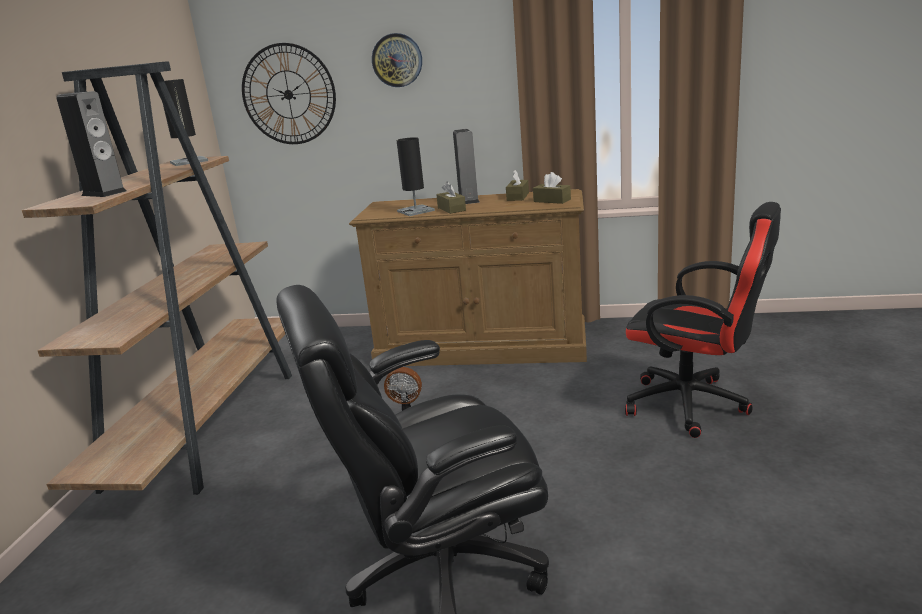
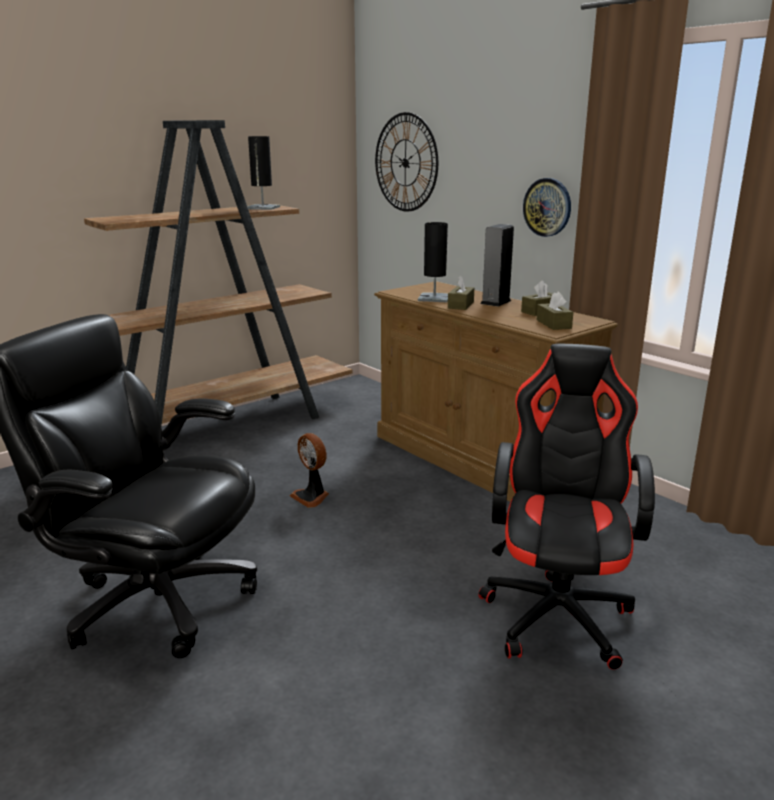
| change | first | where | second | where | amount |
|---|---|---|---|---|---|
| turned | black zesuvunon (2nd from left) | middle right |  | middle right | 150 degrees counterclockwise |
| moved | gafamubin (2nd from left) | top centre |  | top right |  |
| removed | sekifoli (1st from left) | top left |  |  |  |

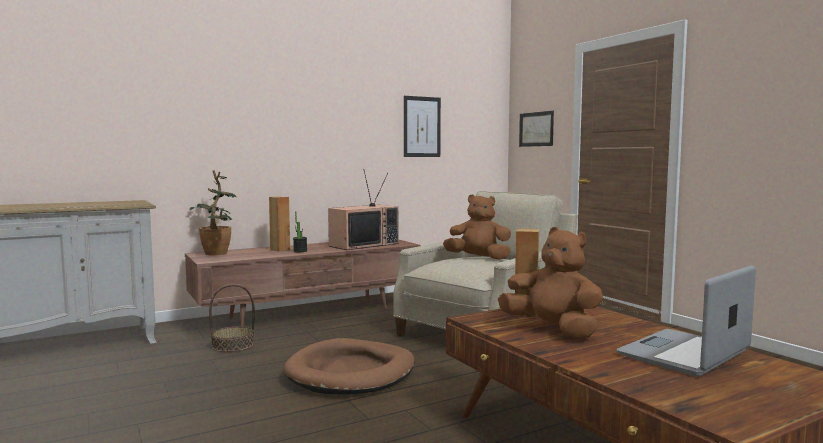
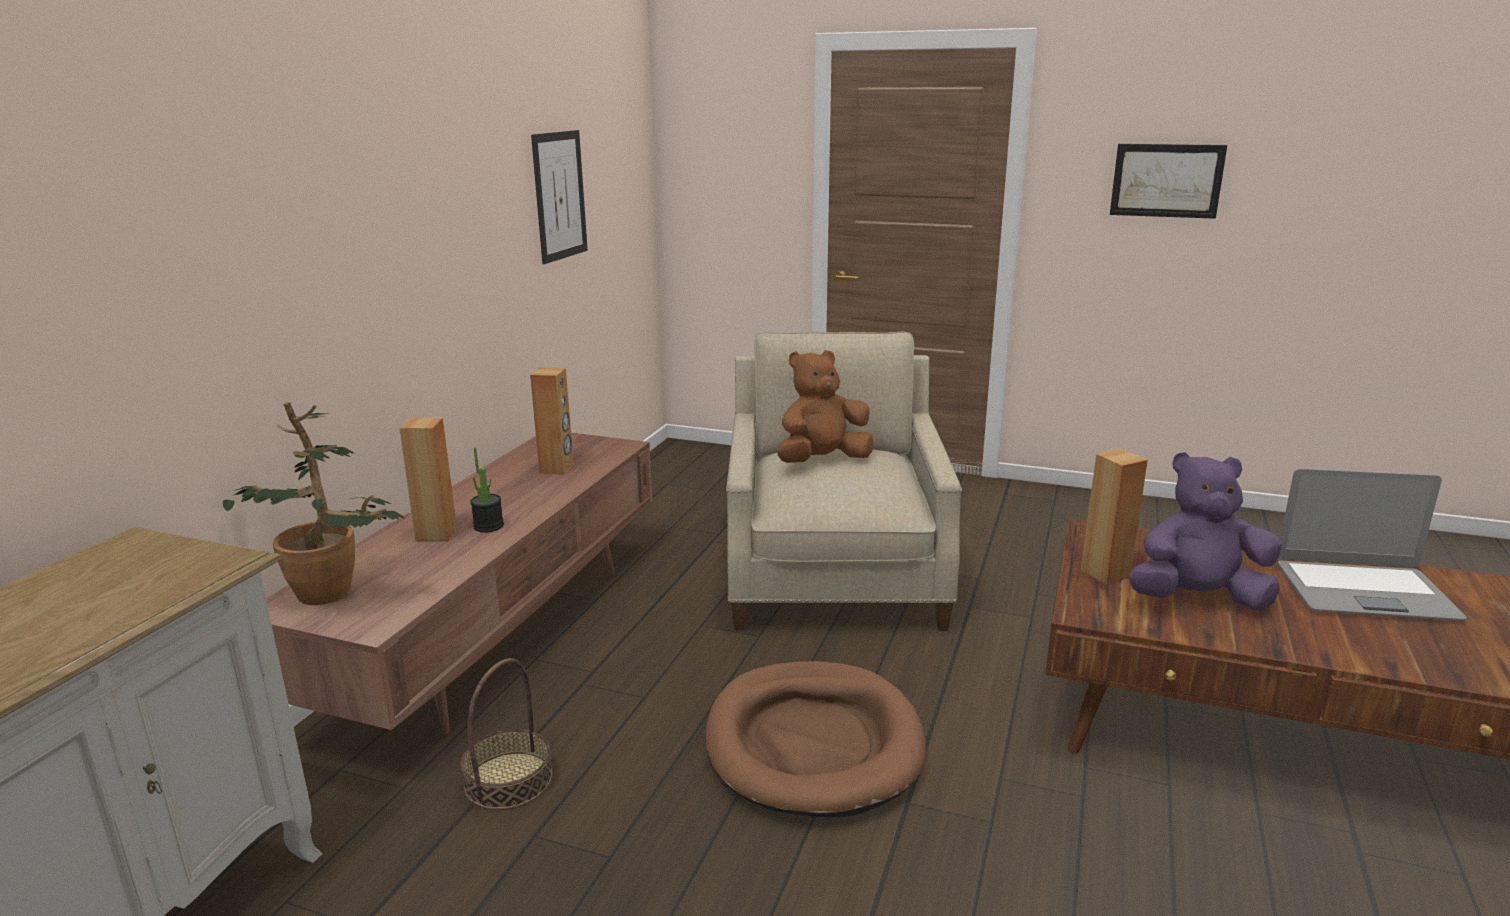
| change | first | where | second | where | amount |
|---|---|---|---|---|---|
| replaced | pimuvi | centre | brown sekifoli (2nd from left) | centre |  |
| moved | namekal (2nd from left) | top centre |  | top right |  |
| recoloured | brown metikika (2nd from left) | middle right | purple metikika | middle right |  |
| turned | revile | bottom right |  | middle right | 90 degrees counterclockwise |

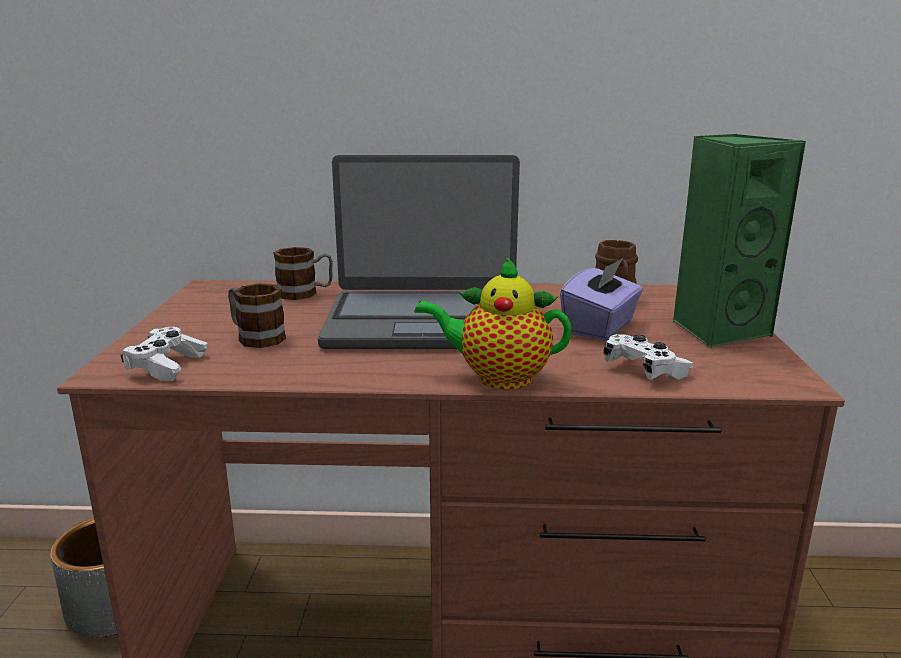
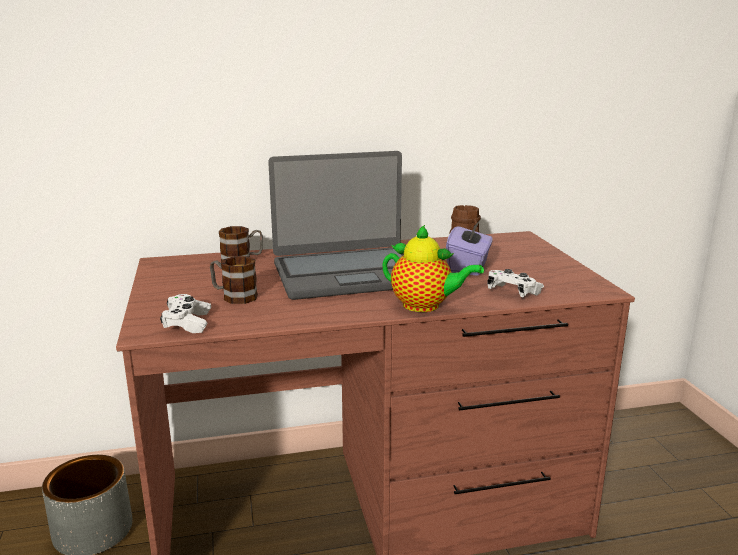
| change | first | where | second | where | amount |
|---|---|---|---|---|---|
| turned | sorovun | centre |  | centre | 150 degrees counterclockwise |
| removed | green sekifoli | middle right |  |  |  |

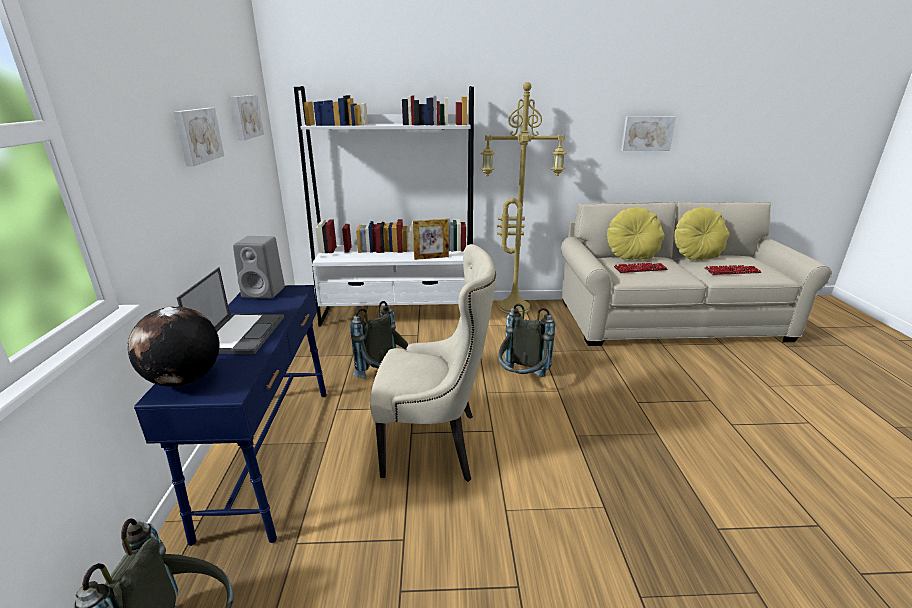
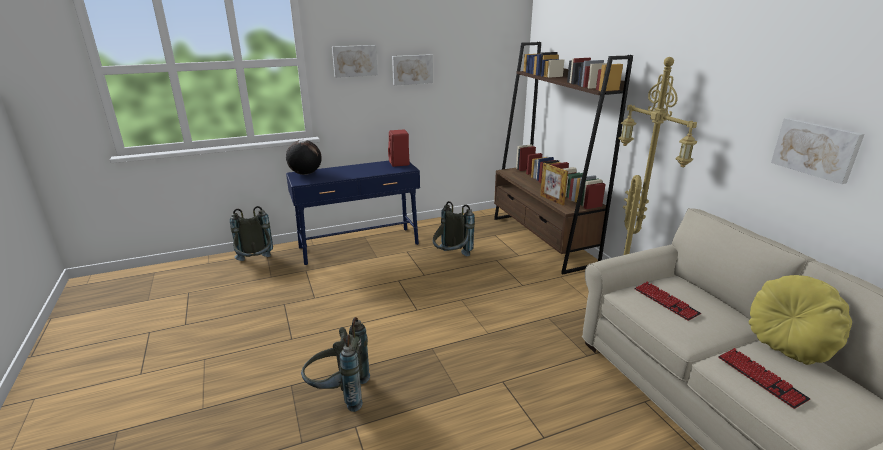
| change | first | where | second | where | amount |
|---|---|---|---|---|---|
| moved | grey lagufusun (3rd from left in the first image) | centre | grey lagufusun (2nd from left) | bottom centre |  |
| moved | namekal (2nd from left in the first image) | top left | namekal (1st from left) | top centre |  |
| recoloured | grey sekifoli | middle left | red sekifoli | top centre |  |
| recoloured | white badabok | centre | brown badabok | centre |  |
| removed | revile | middle left |  |  |  |
| removed | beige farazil | centre |  |  |  |
| removed | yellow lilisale (1st from left) | middle right |  |  |  |

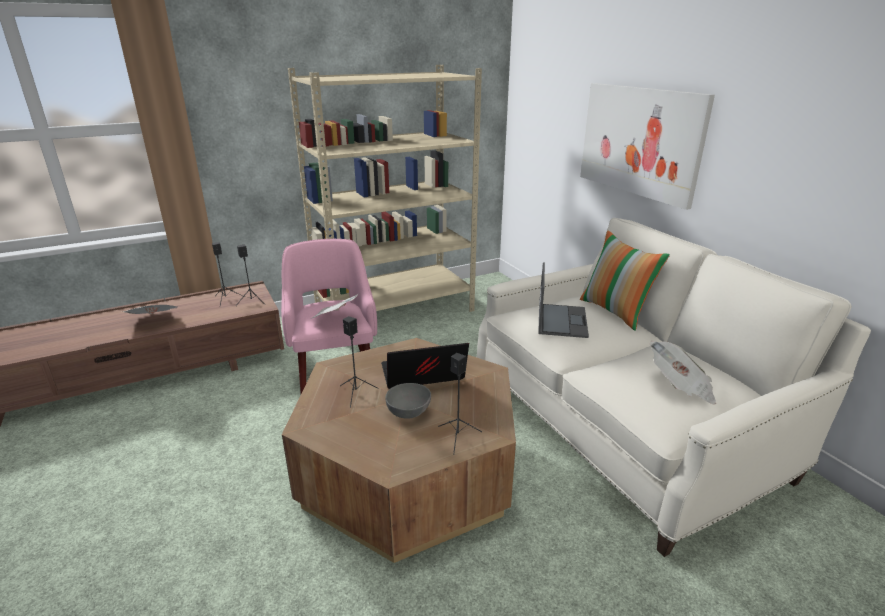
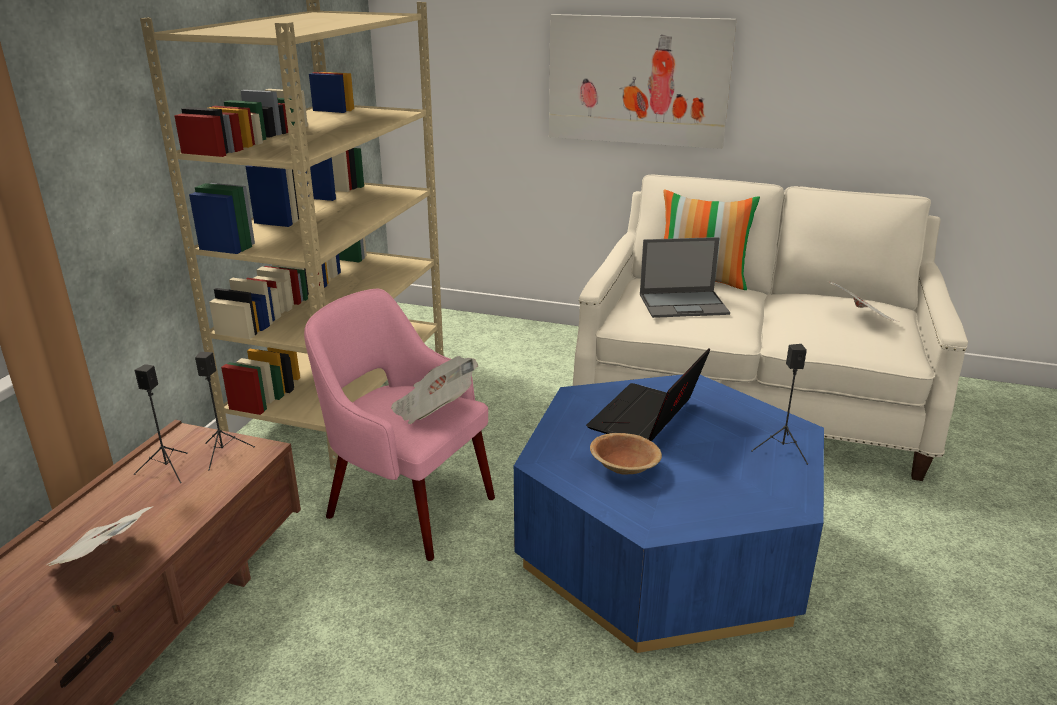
| change | first | where | second | where | amount |
|---|---|---|---|---|---|
| recoloured | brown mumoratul | bottom centre | blue mumoratul | bottom centre |  |
| replaced | black sekifoli (3rd from left) | centre | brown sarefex | centre |  |
| turned | revile (2nd from left) | centre |  | centre | 120 degrees clockwise |
| removed | grey sarefex | centre |  |  |  |

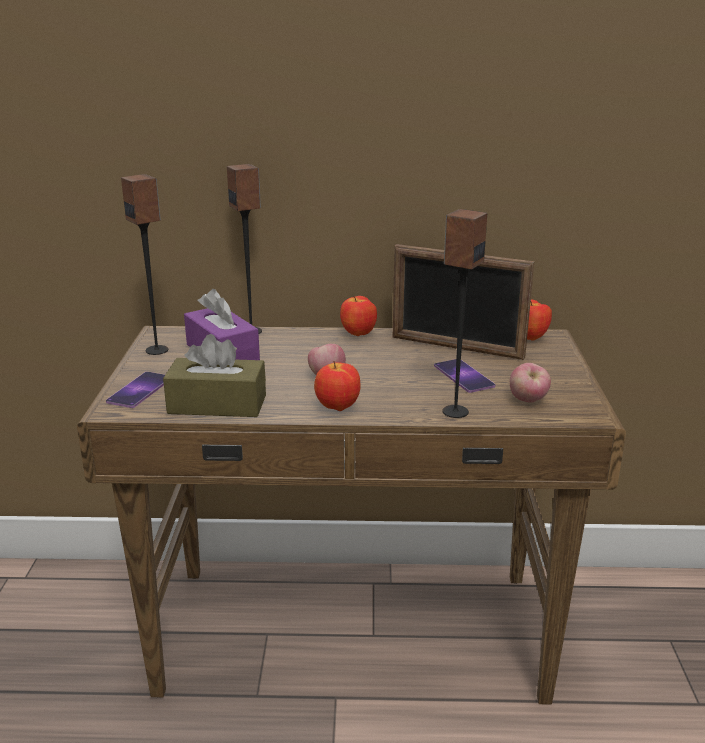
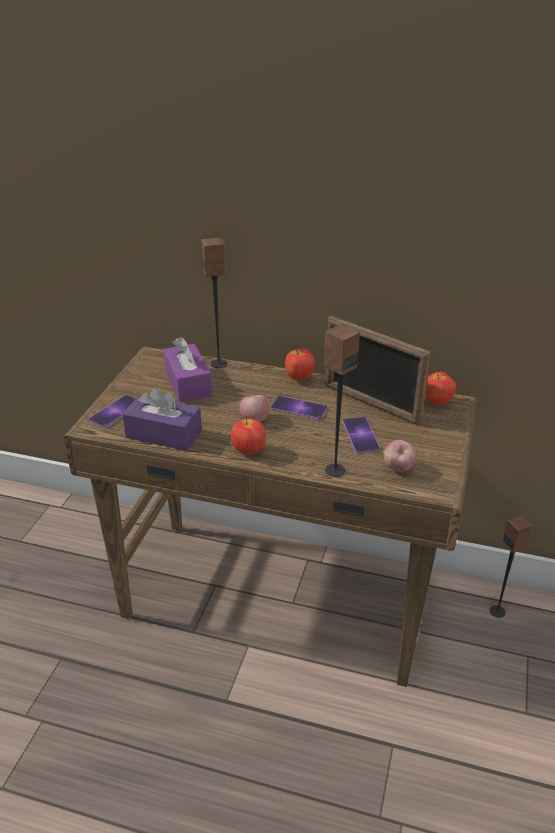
| change | first | where | second | where | amount |
|---|---|---|---|---|---|
| recoloured | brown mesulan | middle left | purple mesulan (1st from left) | middle left |  |
| added |  |  | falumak (2nd from left) | centre |  |
| moved | sekifoli (1st from left in the first image) | middle left | sekifoli (3rd from left) | bottom right |  |

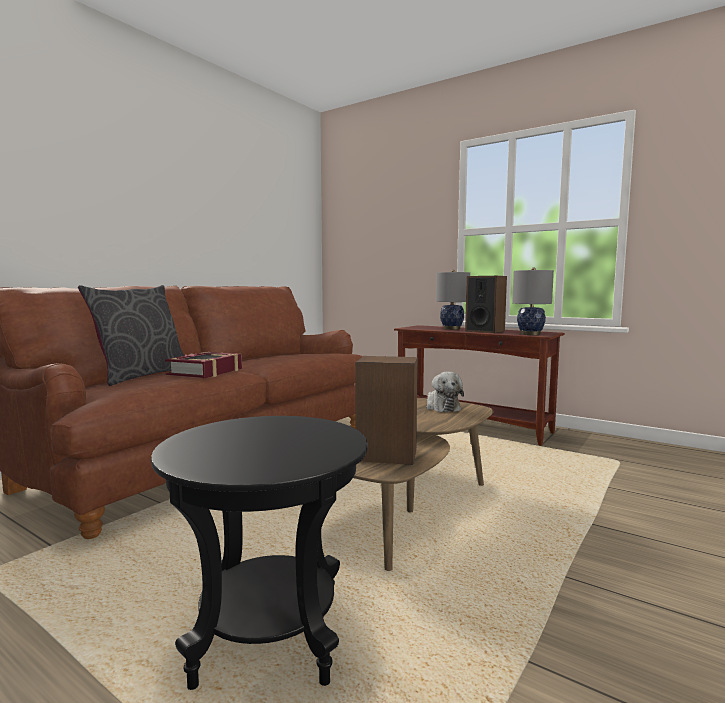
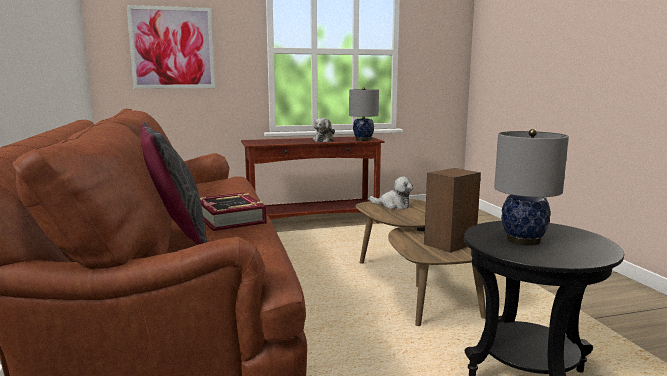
| change | first | where | second | where | amount |
|---|---|---|---|---|---|
| added |  |  | namekal | top left |  |
| replaced | sekifoli (2nd from left) | middle right | metikika (1st from left) | centre |  |
| moved | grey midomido (1st from left in the first image) | centre | grey midomido (2nd from left) | middle right |  |

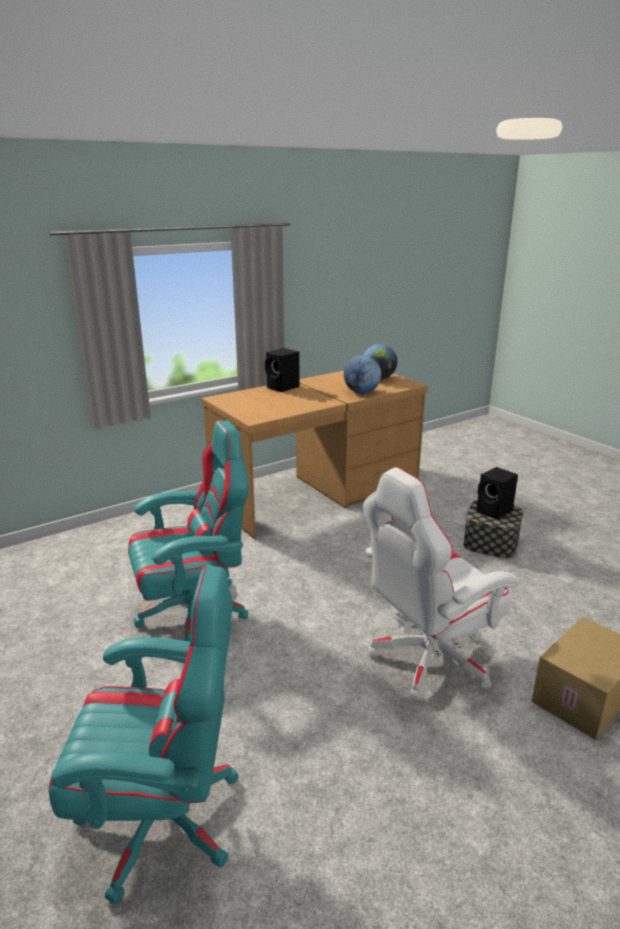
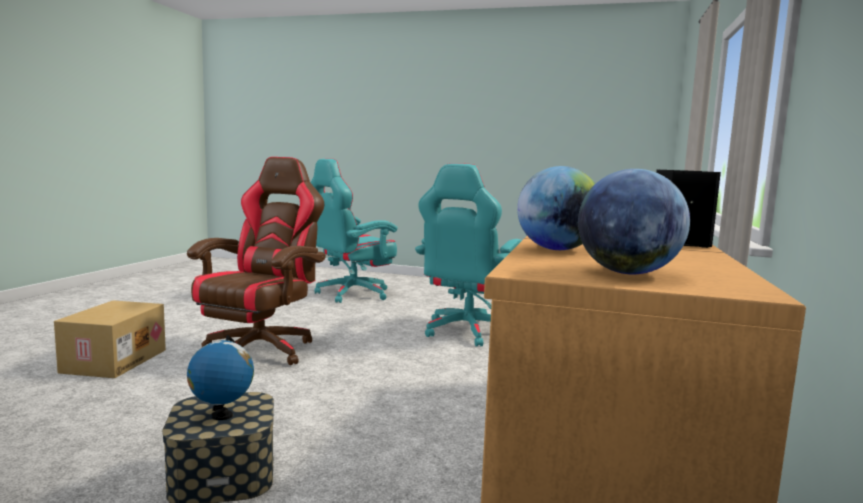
| change | first | where | second | where | amount |
|---|---|---|---|---|---|
| recoloured | white zesuvunon | middle right | brown zesuvunon | middle left |  |
| replaced | black sekifoli (2nd from left) | middle right | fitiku (1st from left) | bottom left |  |

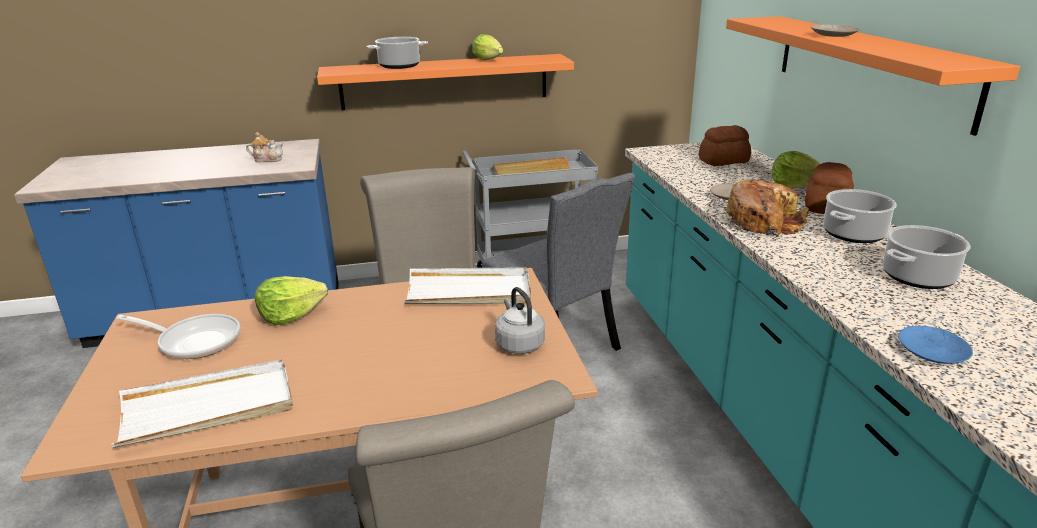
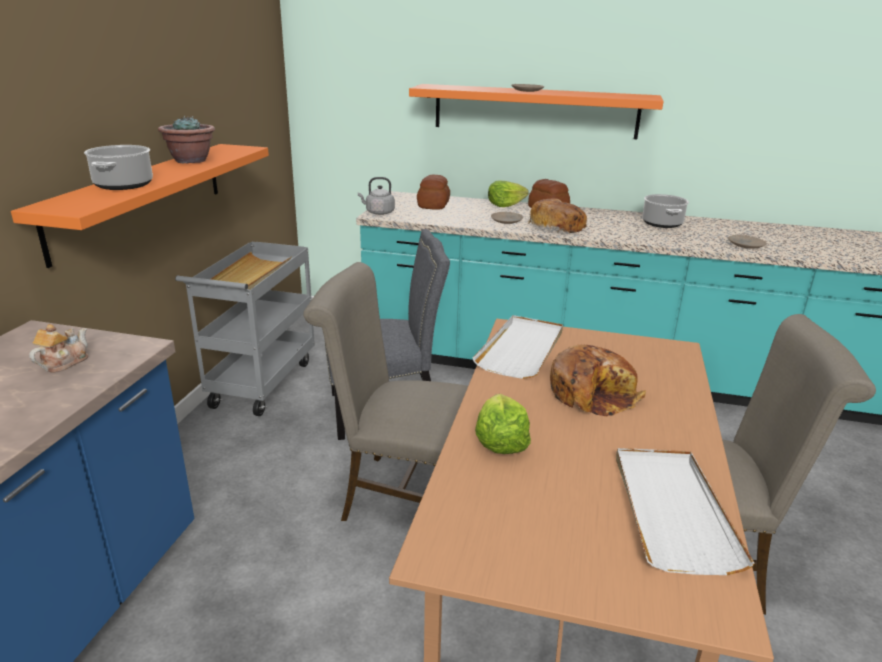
| change | first | where | second | where | amount |
|---|---|---|---|---|---|
| replaced | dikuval (2nd from left) | top centre | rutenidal | top left |  |
| moved | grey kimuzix | centre |  | top centre |  |
| added |  |  | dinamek (4th from left) | middle right |  |
| recoloured | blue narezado | middle right | beige narezado (3rd from left) | middle right |  |
| removed | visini | middle left |  |  |  |
| removed | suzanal (2nd from left) | middle right |  |  |  |

